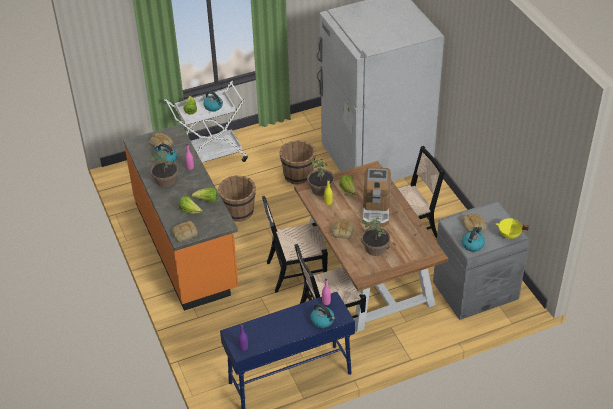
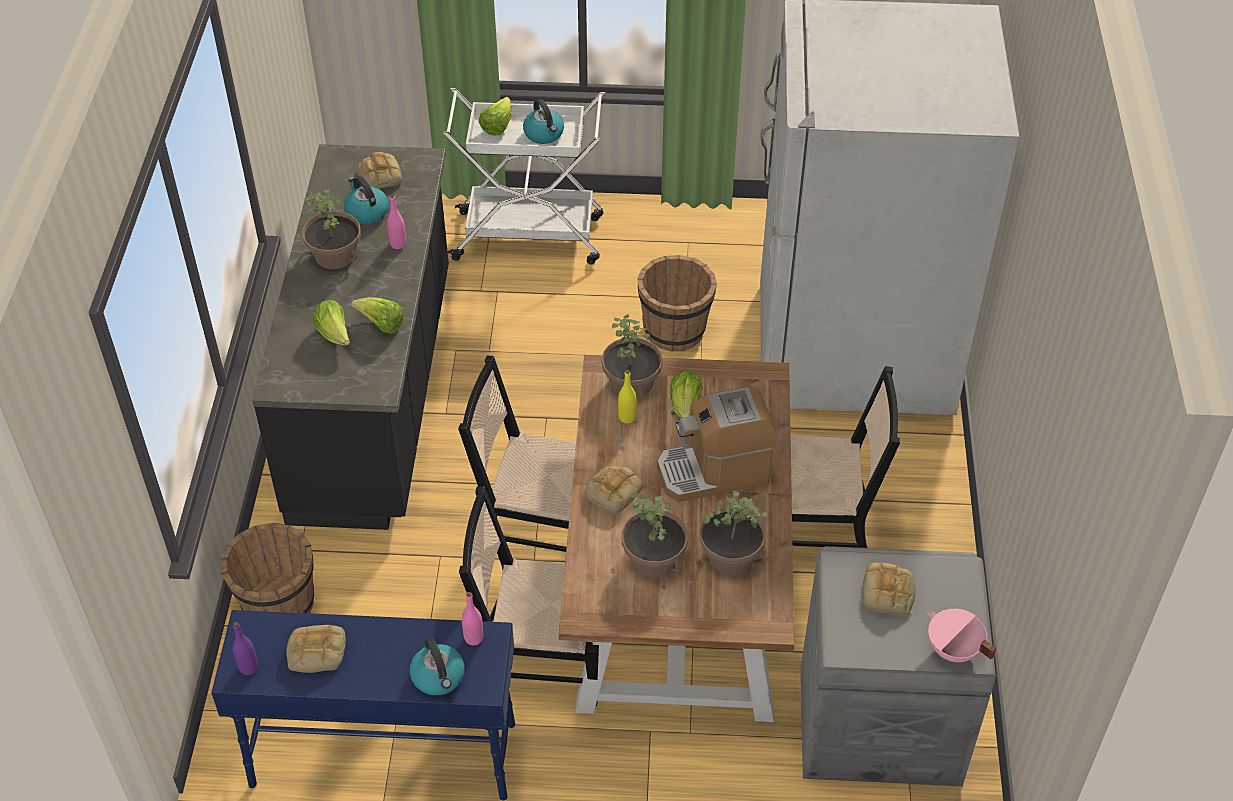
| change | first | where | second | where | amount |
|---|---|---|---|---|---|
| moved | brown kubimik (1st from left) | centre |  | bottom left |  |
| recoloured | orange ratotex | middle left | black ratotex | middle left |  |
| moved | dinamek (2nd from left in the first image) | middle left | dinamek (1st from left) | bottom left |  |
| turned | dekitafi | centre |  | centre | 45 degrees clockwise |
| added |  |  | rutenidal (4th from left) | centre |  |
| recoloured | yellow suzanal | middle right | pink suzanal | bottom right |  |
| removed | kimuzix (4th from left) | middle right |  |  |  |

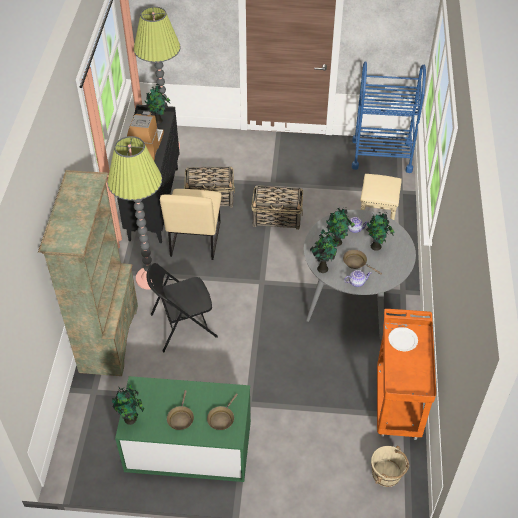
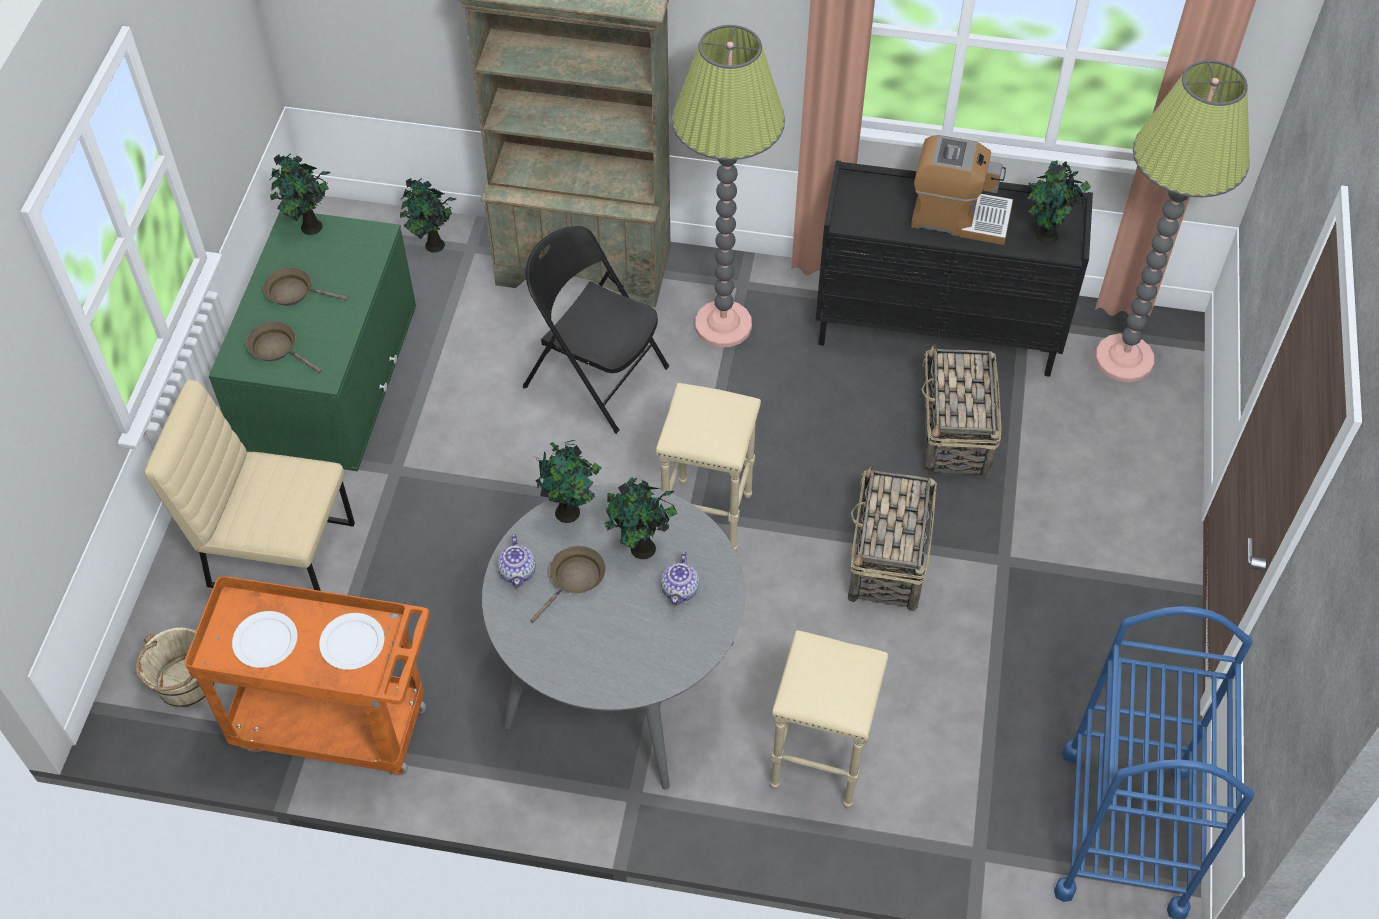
| change | first | where | second | where | amount |
|---|---|---|---|---|---|
| moved | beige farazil | centre |  | middle left |  |
| added |  |  | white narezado (1st from left) | bottom left |  |
| moved | rutenidal (5th from left in the first image) | middle right | rutenidal (2nd from left) | top left |  |
| turned | black farazil | centre |  | centre | 45 degrees counterclockwise |
| added |  |  | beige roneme (1st from left) | centre |  |

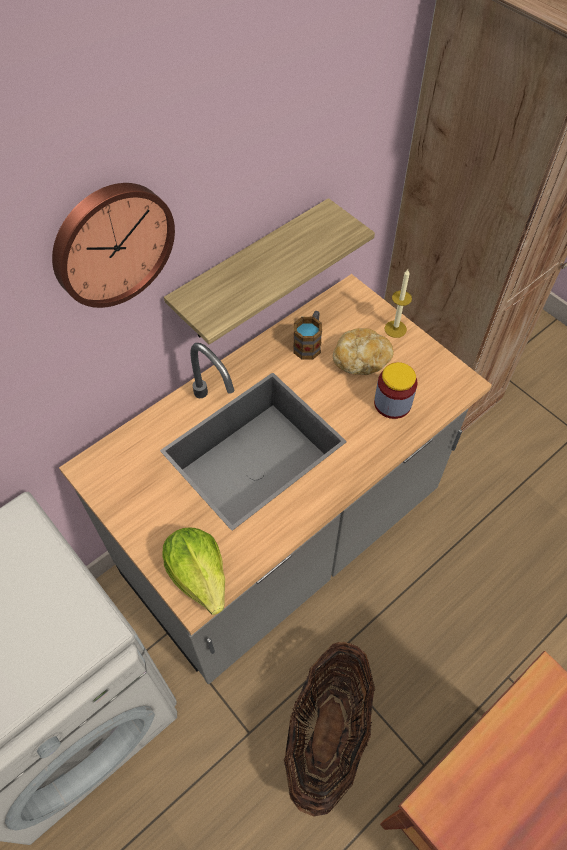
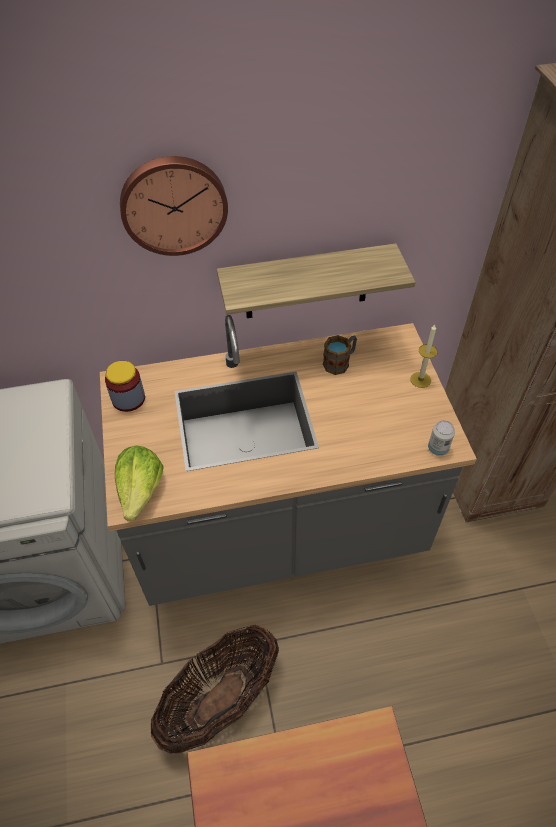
| change | first | where | second | where | amount |
|---|---|---|---|---|---|
| moved | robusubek | middle right |  | middle left |  |
| added |  |  | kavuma | middle right |  |
| removed | dinamek | centre |  |  |  |

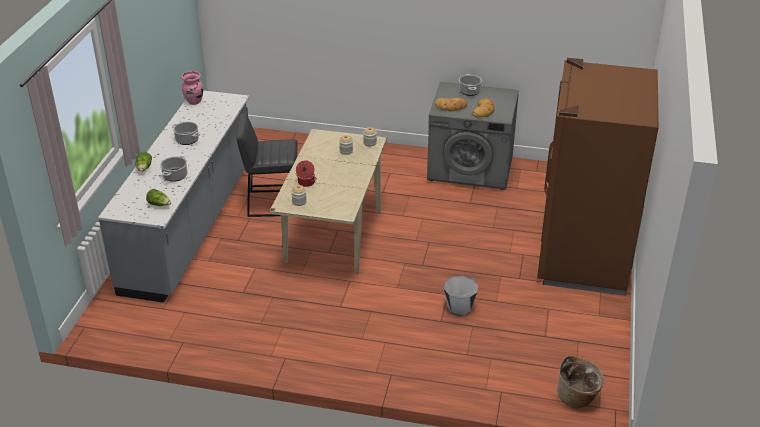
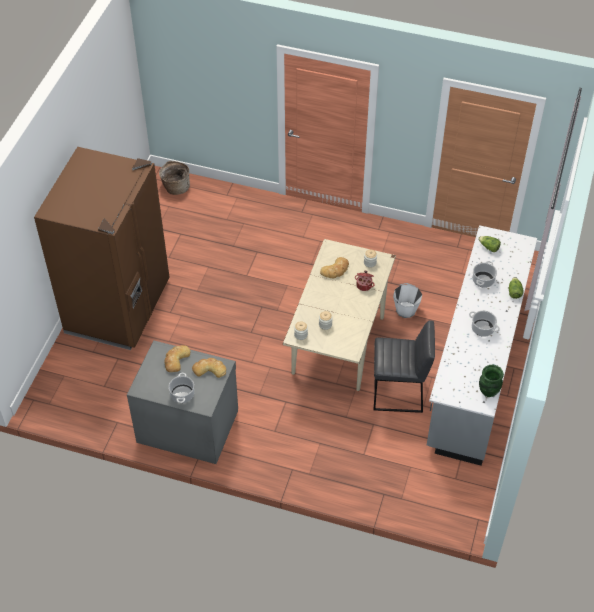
| change | first | where | second | where | amount |
|---|---|---|---|---|---|
| added |  |  | dinamek (3rd from left) | centre |  |
| moved | white kubimik | bottom centre |  | middle right |  |
| recoloured | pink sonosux | top left | green sonosux | middle right |  |

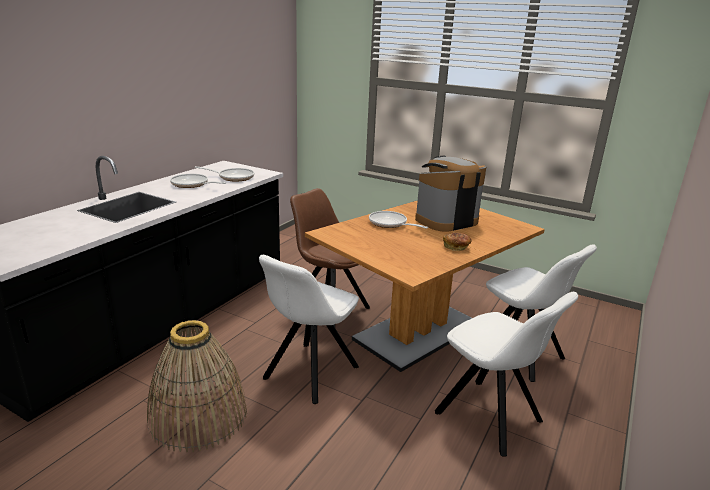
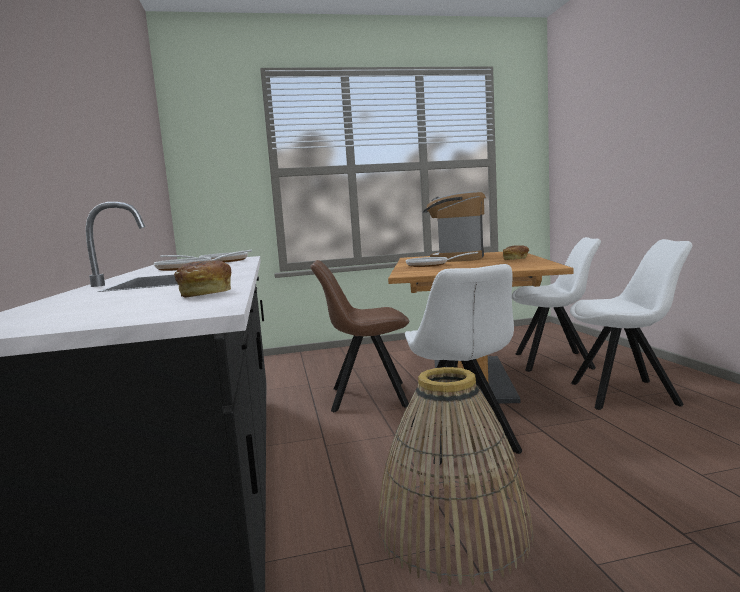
| change | first | where | second | where | amount |
|---|---|---|---|---|---|
| added |  |  | dinamek (1st from left) | middle left |  |

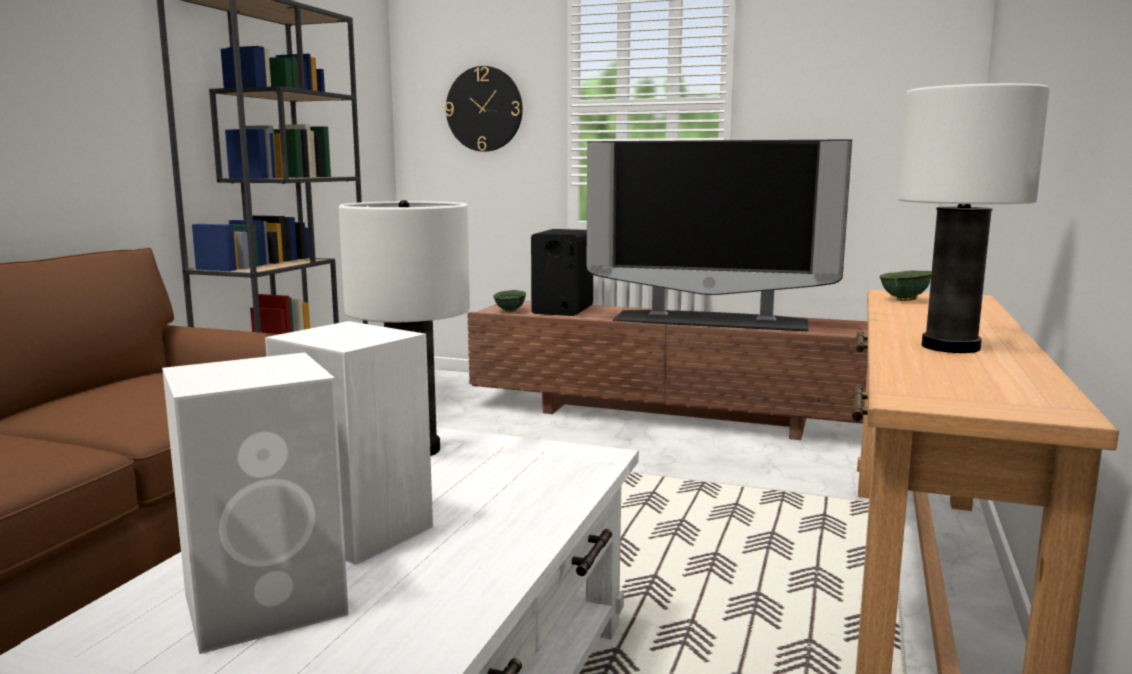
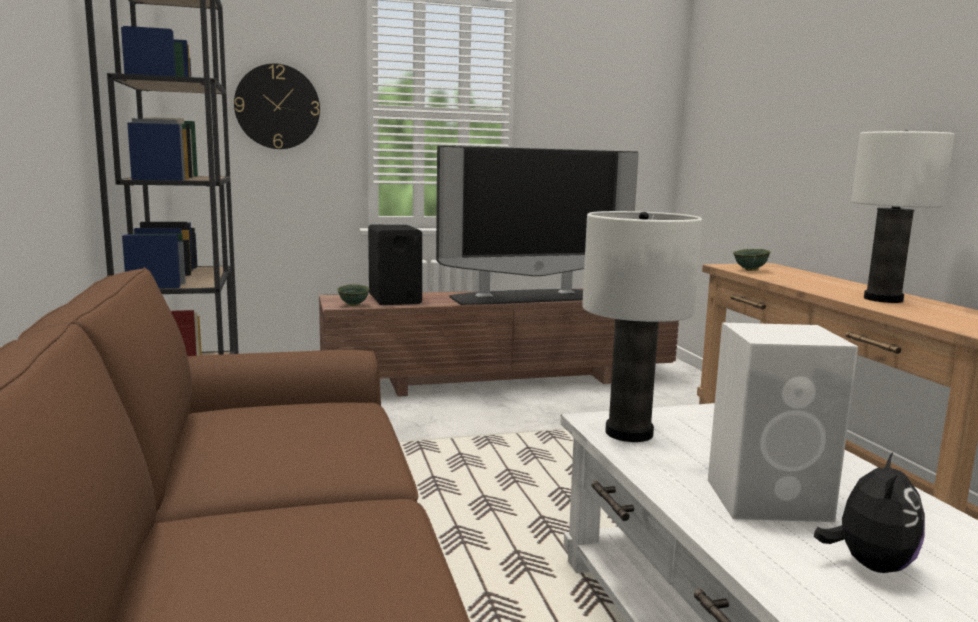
| change | first | where | second | where | amount |
|---|---|---|---|---|---|
| replaced | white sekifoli (1st from left) | bottom left | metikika | bottom right |  |

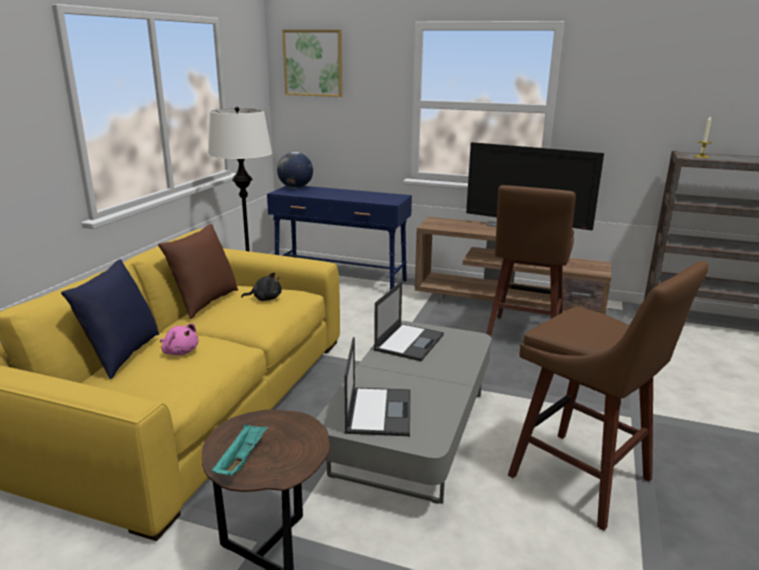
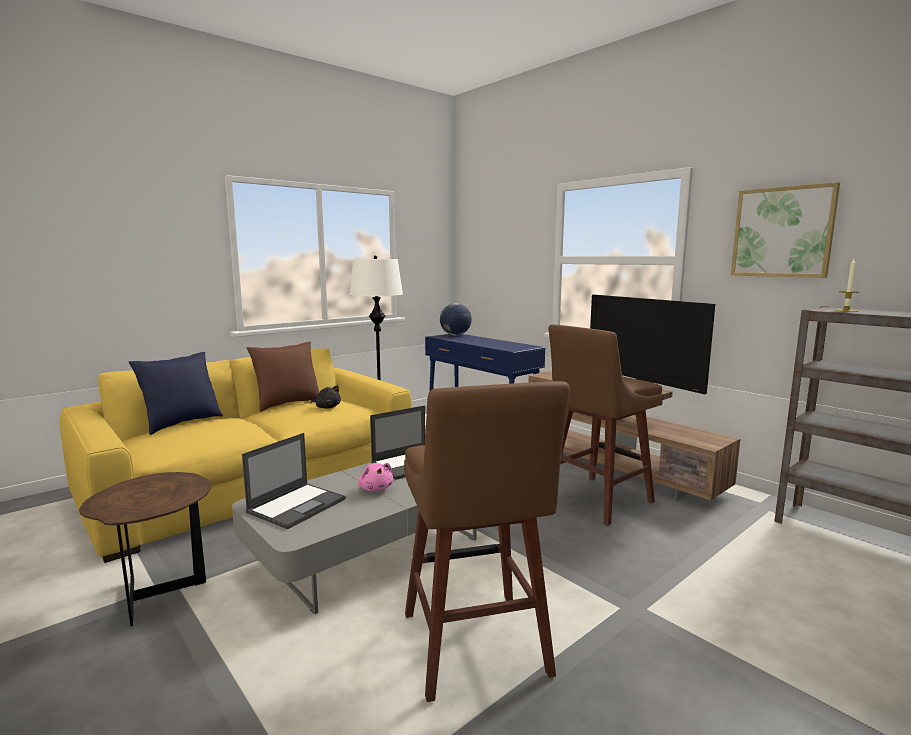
| change | first | where | second | where | amount |
|---|---|---|---|---|---|
| moved | pink metikika | middle left |  | centre |  |
| moved | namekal | top centre |  | top right |  |
| removed | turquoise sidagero | bottom left |  |  |  |

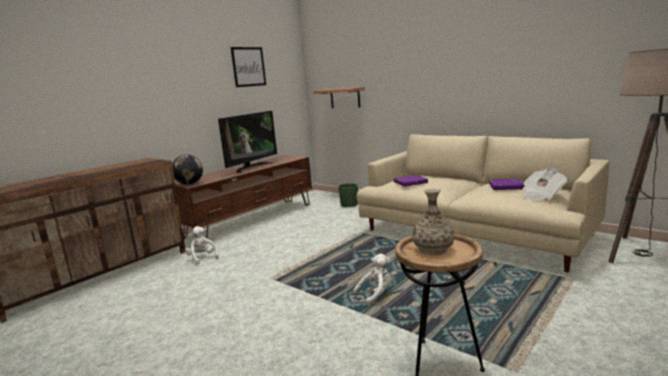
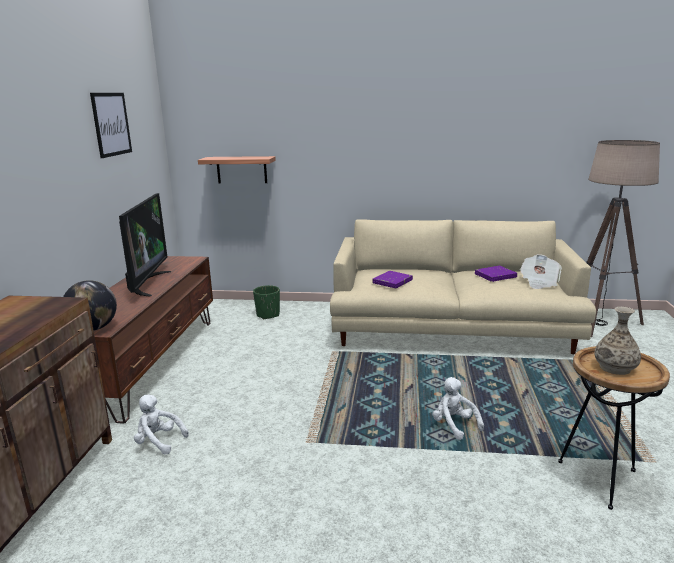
| change | first | where | second | where | amount |
|---|---|---|---|---|---|
| turned | white metikika (2nd from left) | bottom centre |  | bottom right | 60 degrees counterclockwise |

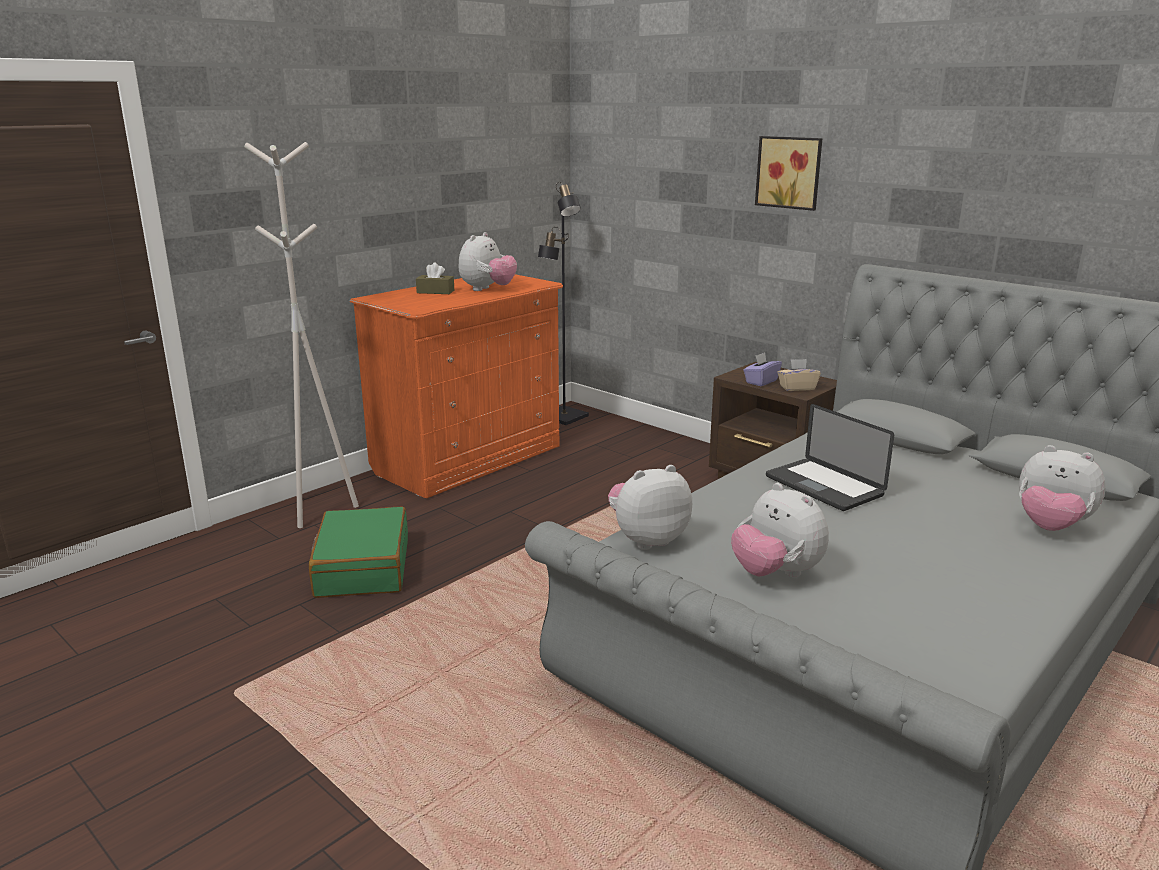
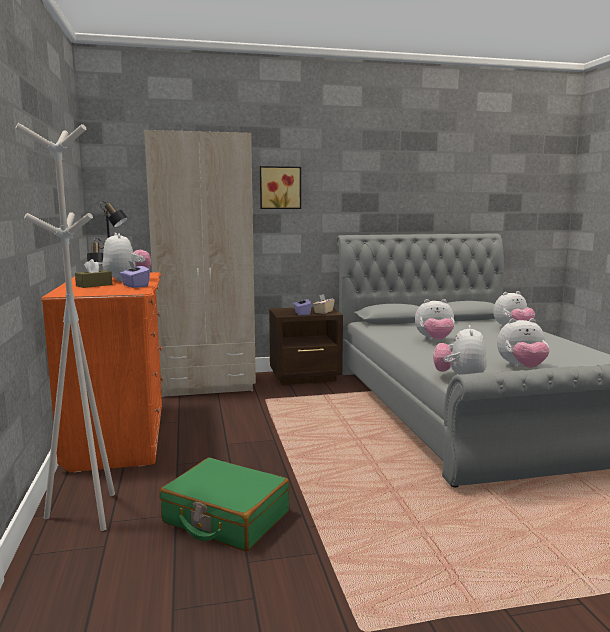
| change | first | where | second | where | amount |
|---|---|---|---|---|---|
| added |  |  | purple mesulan (1st from left) | middle left |  |
| added |  |  | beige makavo | middle left |  |
| replaced | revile | middle right | metikika (2nd from left) | middle right |  |

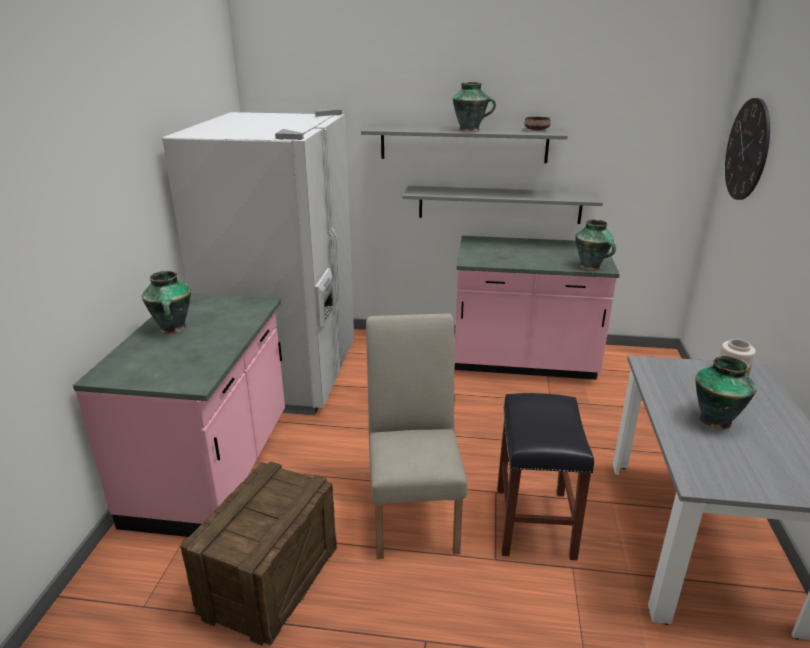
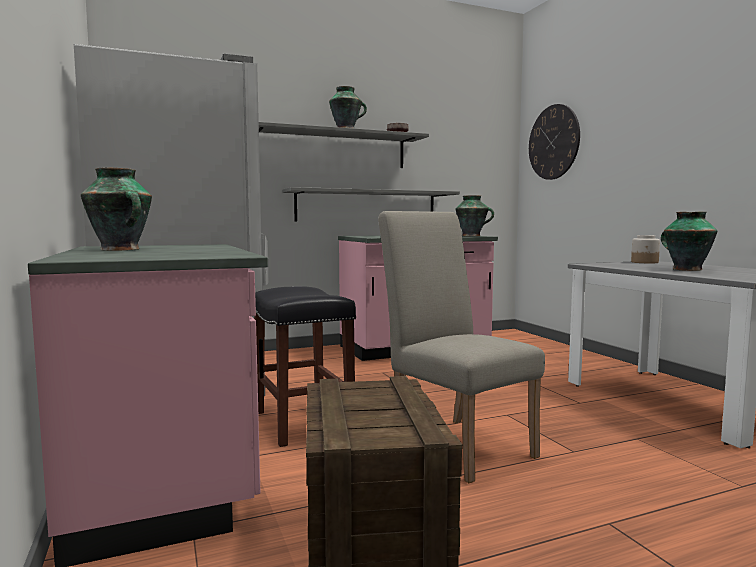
| change | first | where | second | where | amount |
|---|---|---|---|---|---|
| moved | black roneme | bottom right |  | centre |  |

